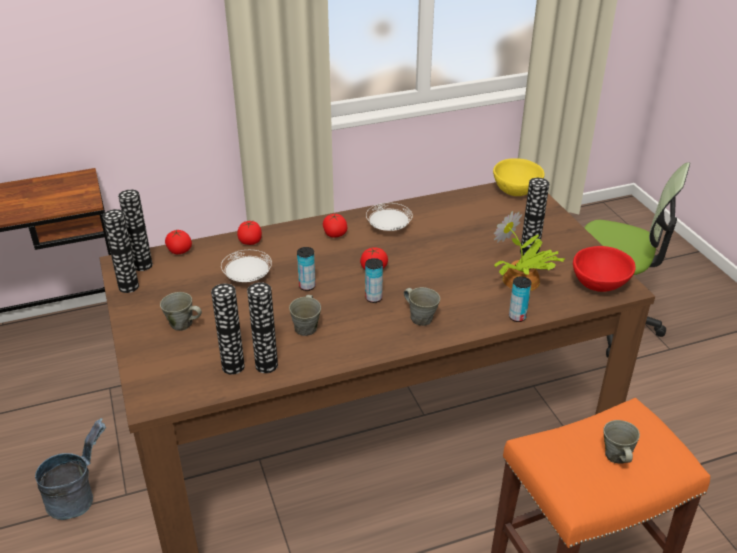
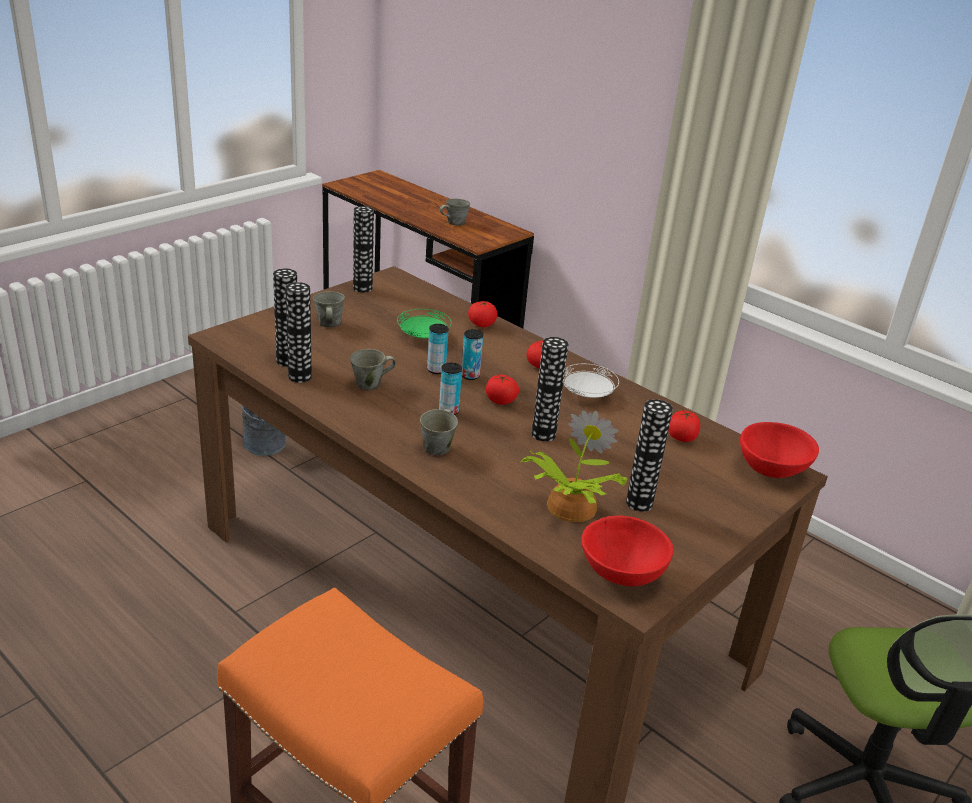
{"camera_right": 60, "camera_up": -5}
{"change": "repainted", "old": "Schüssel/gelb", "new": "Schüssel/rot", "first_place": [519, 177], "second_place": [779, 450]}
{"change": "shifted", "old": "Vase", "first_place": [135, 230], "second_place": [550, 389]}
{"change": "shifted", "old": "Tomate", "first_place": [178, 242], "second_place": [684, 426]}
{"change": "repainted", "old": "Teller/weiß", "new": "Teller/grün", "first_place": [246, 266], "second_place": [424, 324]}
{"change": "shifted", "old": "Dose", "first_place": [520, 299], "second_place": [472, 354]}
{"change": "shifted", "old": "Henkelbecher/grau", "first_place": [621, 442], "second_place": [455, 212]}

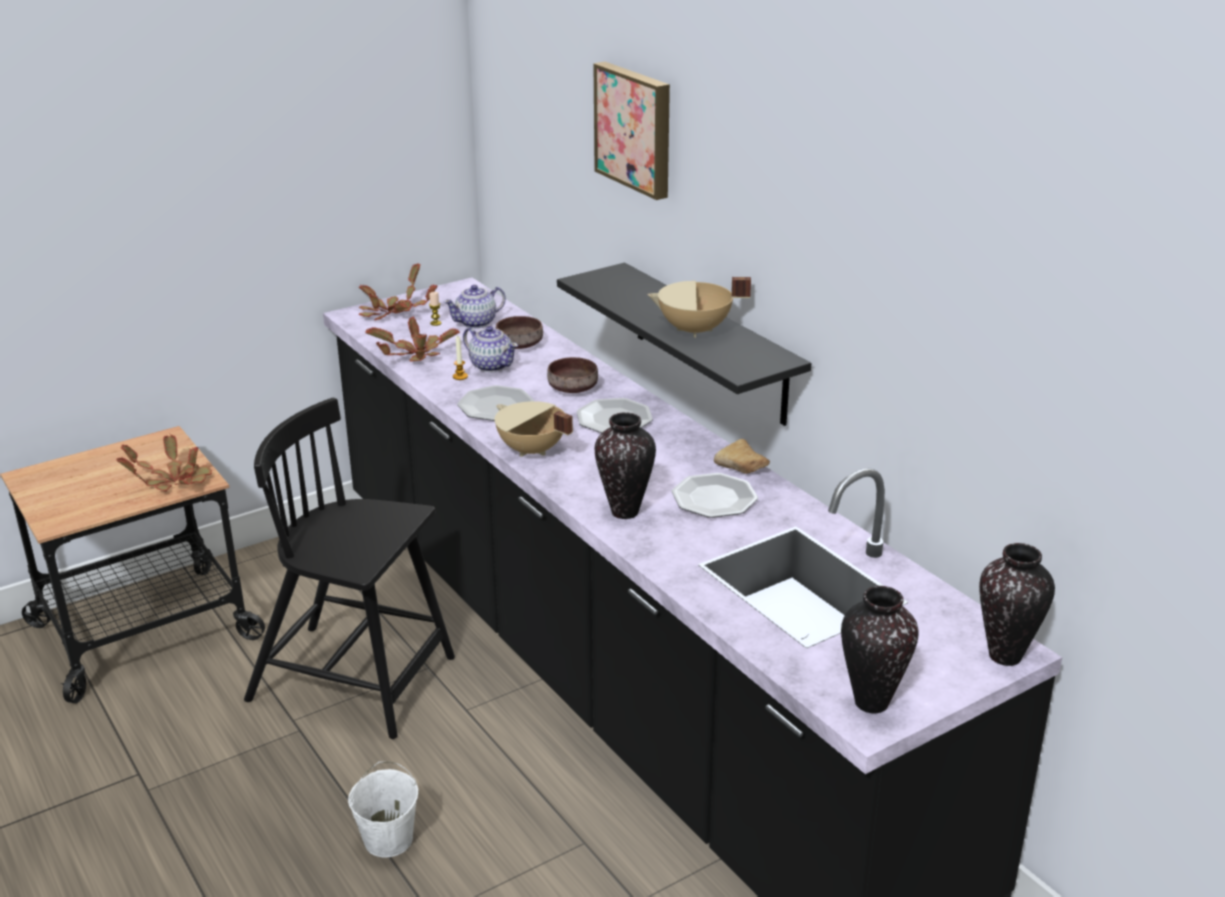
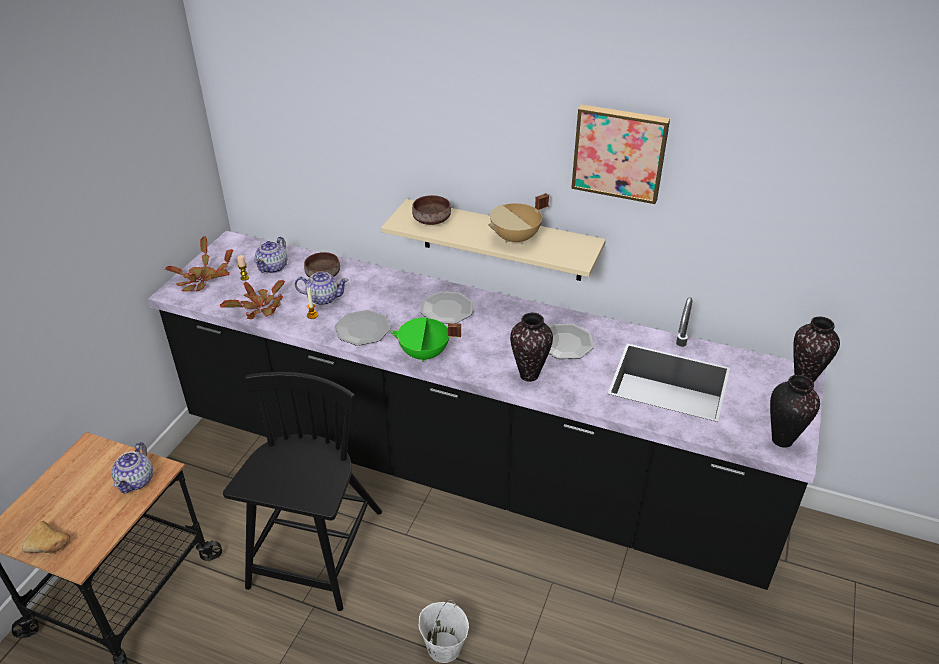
{"camera_right": -35, "camera_up": 10}
{"change": "shifted", "old": "Bild", "first_place": [631, 131], "second_place": [620, 154]}
{"change": "repainted", "old": "Wandregal/schwarz", "new": "Wandregal/beige", "first_place": [684, 344], "second_place": [493, 240]}
{"change": "shifted", "old": "Schüssel/braun", "first_place": [572, 375], "second_place": [431, 210]}
{"change": "rotated", "old": "Stuhl/schwarz", "first_place": [349, 568], "second_place": [302, 491], "degrees": 120}
{"change": "repainted", "old": "Kochtopf/beige", "new": "Kochtopf/grün", "first_place": [534, 429], "second_place": [425, 339]}
{"change": "swapped", "old": "Topfpflanze", "new": "Teekanne", "first_place": [164, 463], "second_place": [132, 468]}
{"change": "shifted", "old": "Brot", "first_place": [742, 456], "second_place": [46, 537]}

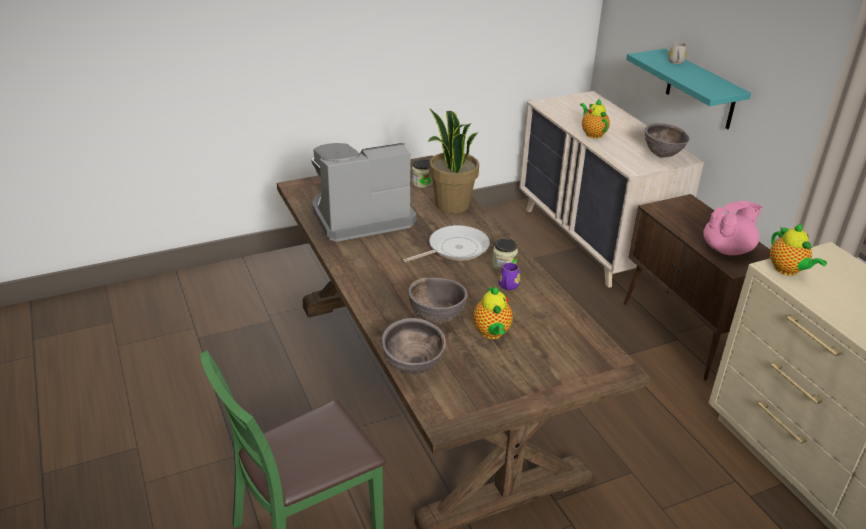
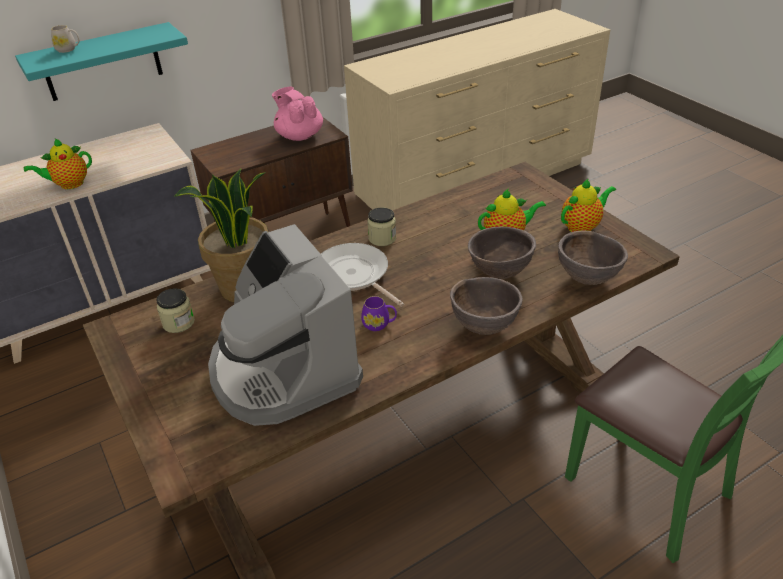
{"camera_right": -95, "camera_up": 5}
{"change": "shifted", "old": "Schüssel/braun", "first_place": [667, 140], "second_place": [486, 306]}
{"change": "shifted", "old": "Teekanne", "first_place": [798, 250], "second_place": [588, 205]}
{"change": "shifted", "old": "Henkelbecher/lila", "first_place": [509, 276], "second_place": [379, 313]}

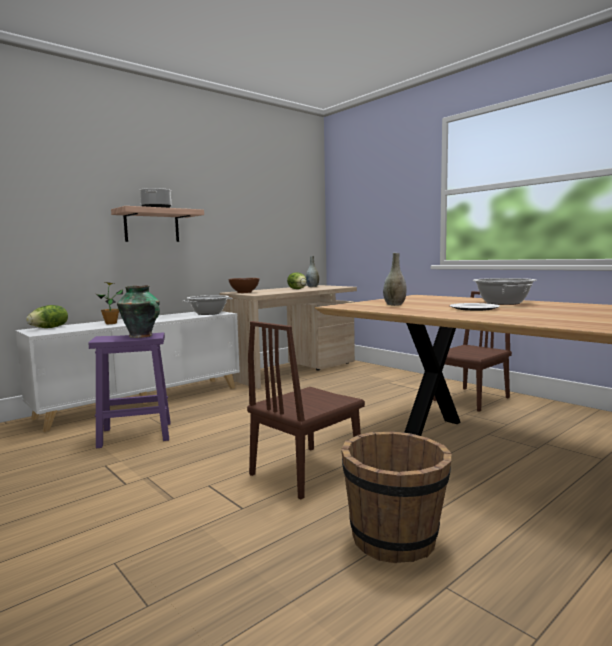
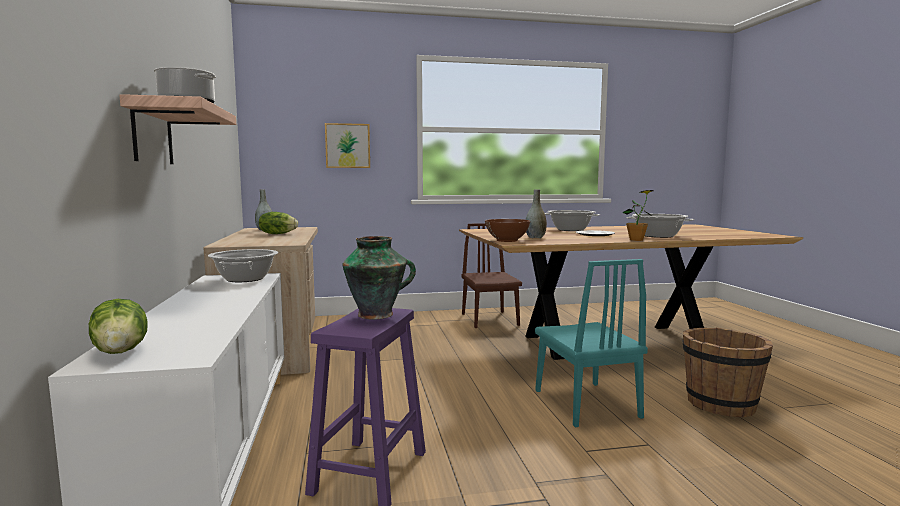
{"camera_right": -60, "camera_up": 0}
{"change": "shifted", "old": "Schüssel/braun", "first_place": [244, 285], "second_place": [507, 230]}
{"change": "shifted", "old": "Topfpflanze", "first_place": [109, 303], "second_place": [638, 215]}
{"change": "repainted", "old": "Stuhl/braun", "new": "Stuhl/türkis", "first_place": [306, 410], "second_place": [591, 343]}
{"change": "new", "new": "Bild", "second_place": [347, 145]}
{"change": "new", "new": "Kochtopf", "second_place": [660, 226]}

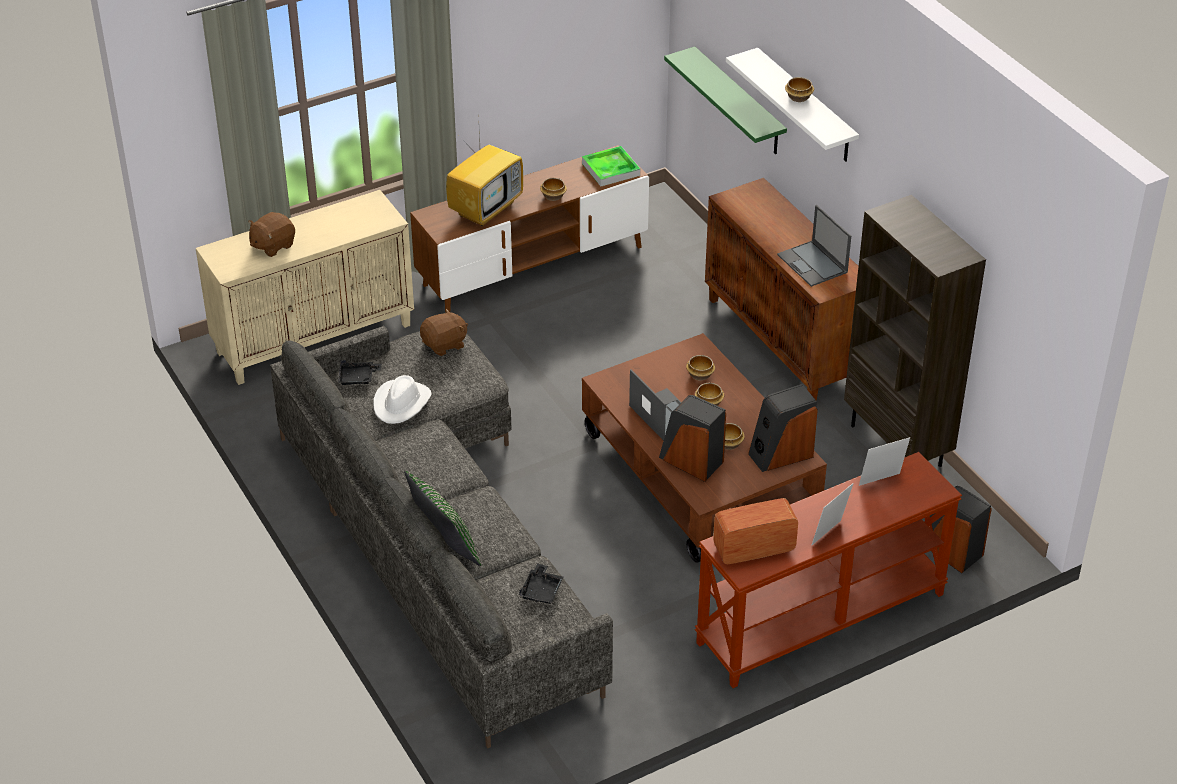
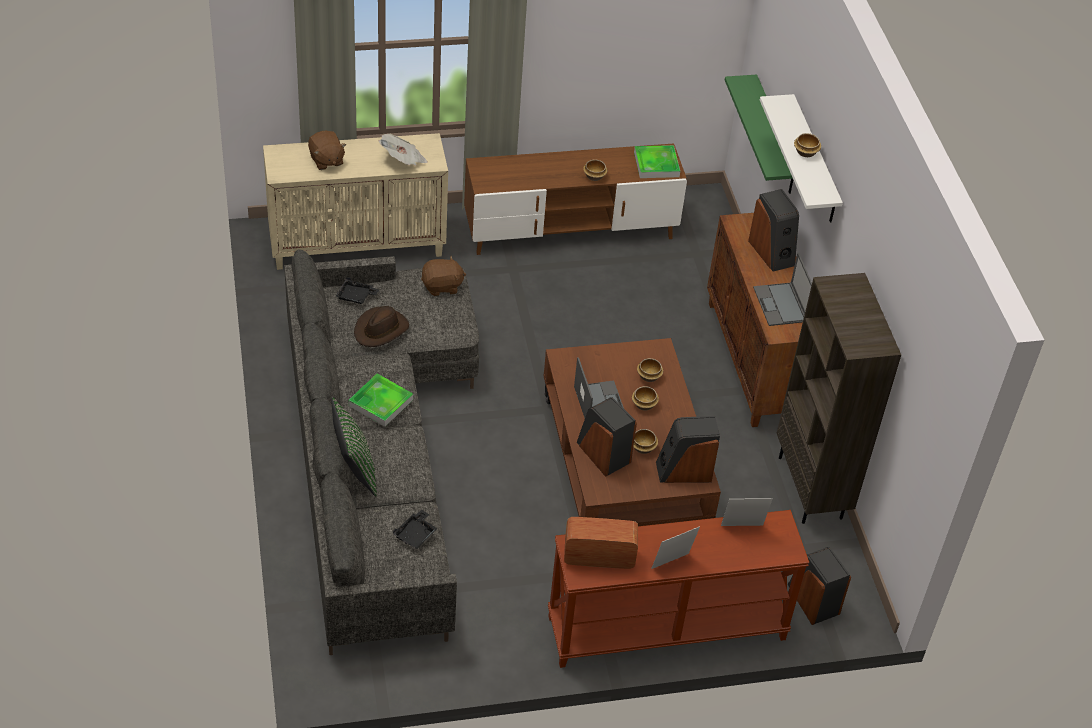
{"camera_right": 15, "camera_up": 5}
{"change": "gone", "old": "Fernseher", "first_place": [484, 169]}
{"change": "rotated", "old": "Plüschtier/braun", "first_place": [271, 234], "second_place": [327, 150], "degrees": -90}
{"change": "repainted", "old": "Hut/weiß", "new": "Hut/braun", "first_place": [402, 399], "second_place": [381, 326]}
{"change": "new", "new": "Zeitung", "second_place": [403, 149]}
{"change": "new", "new": "Lautsprecher", "second_place": [773, 230]}
{"change": "new", "new": "Tablett", "second_place": [381, 400]}

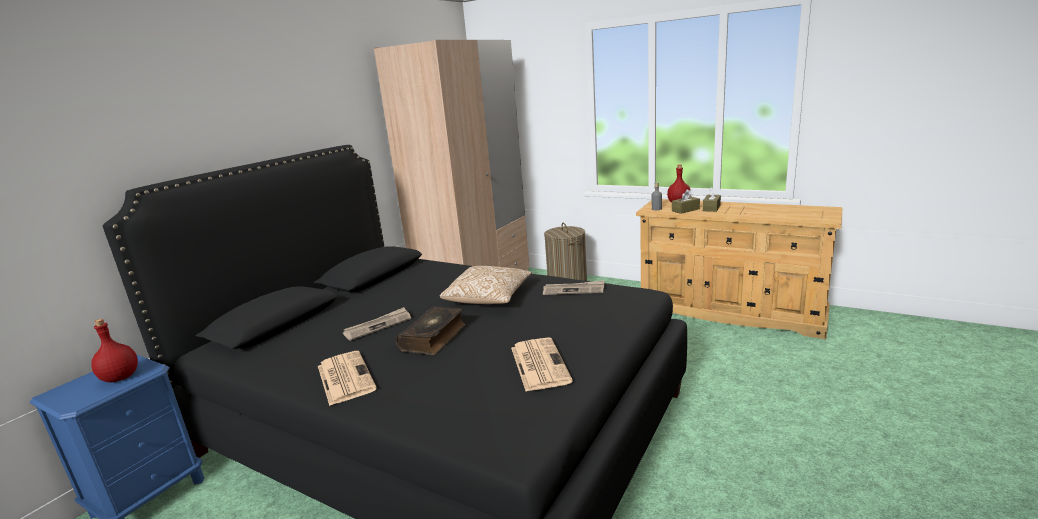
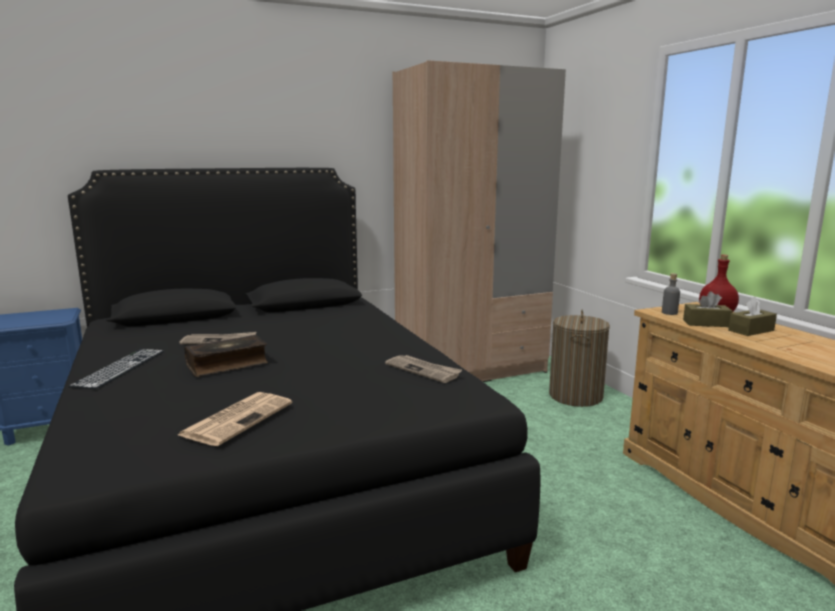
{"camera_right": 35, "camera_up": -5}
{"change": "gone", "old": "Kissen", "first_place": [486, 285]}
{"change": "gone", "old": "Flasche/rot", "first_place": [114, 351]}
{"change": "swapped", "old": "Zeitung", "new": "Tastatur", "first_place": [347, 378], "second_place": [116, 369]}

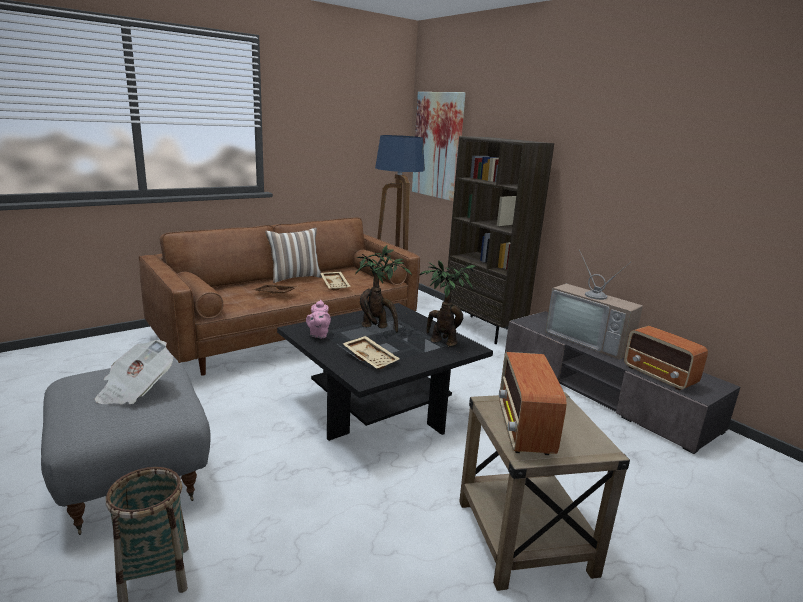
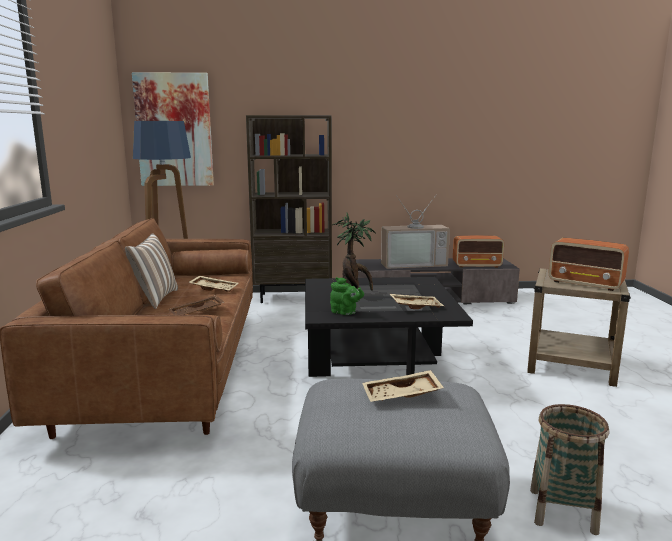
{"camera_right": -55, "camera_up": -5}
{"change": "gone", "old": "Topfpflanze", "first_place": [447, 303]}
{"change": "repainted", "old": "Teekanne/rosa", "new": "Teekanne/grün", "first_place": [318, 319], "second_place": [347, 296]}
{"change": "swapped", "old": "Zeitung", "new": "Tablett/beige", "first_place": [134, 372], "second_place": [403, 386]}

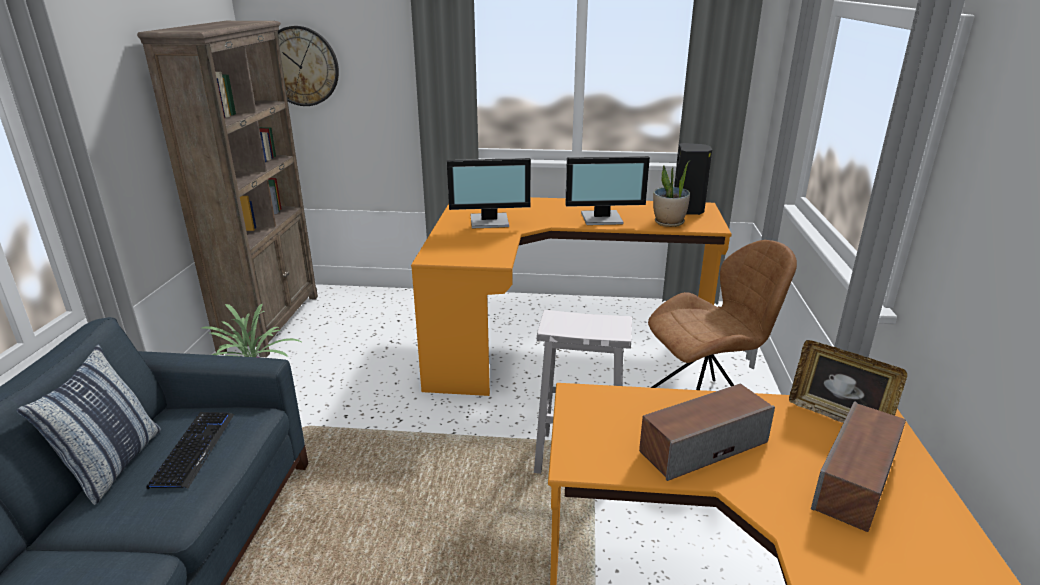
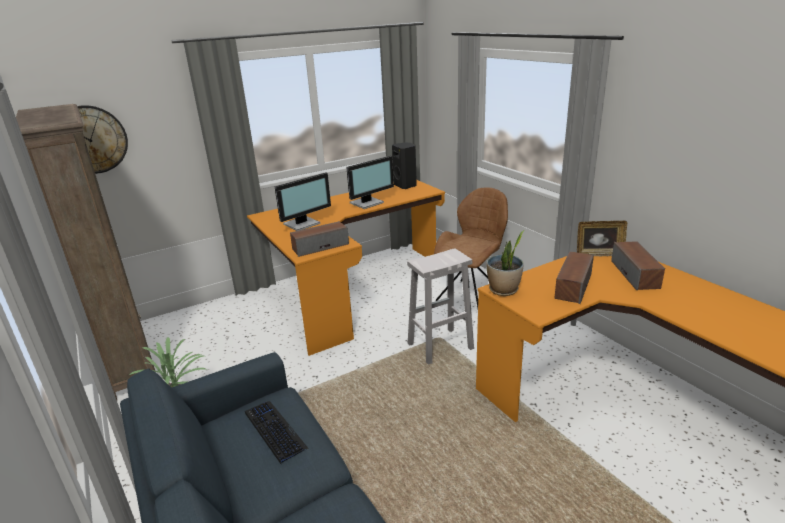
{"camera_right": -35, "camera_up": 0}
{"change": "shifted", "old": "Topfpflanze", "first_place": [671, 194], "second_place": [505, 263]}
{"change": "gone", "old": "Kissen", "first_place": [88, 424]}
{"change": "new", "new": "Lautsprecher", "second_place": [319, 239]}

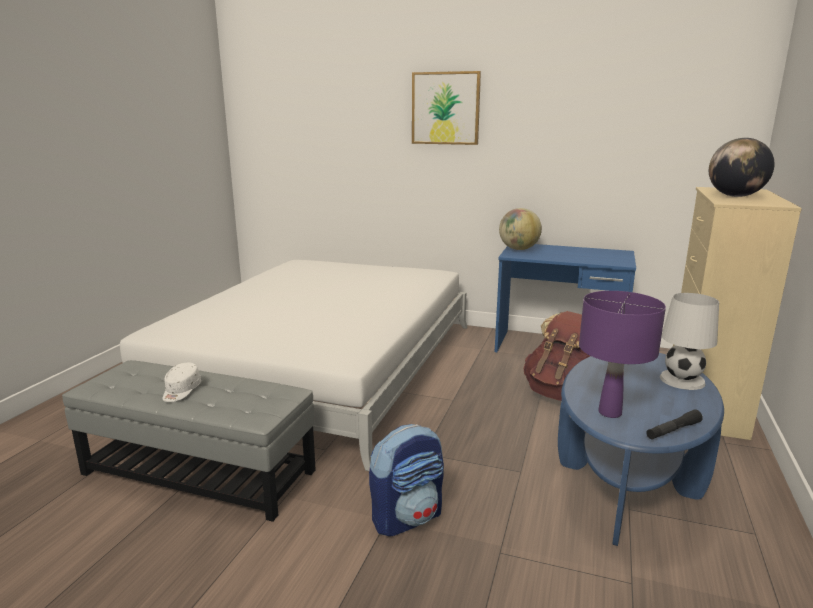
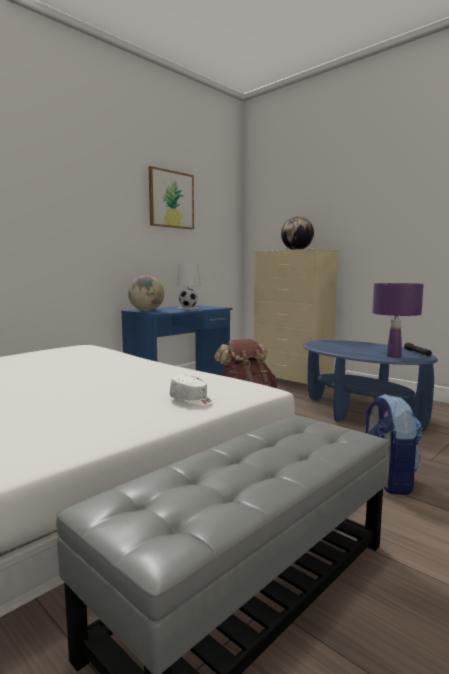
{"camera_right": -65, "camera_up": -10}
{"change": "shifted", "old": "Bild", "first_place": [446, 108], "second_place": [171, 198]}
{"change": "shifted", "old": "Tischlampe/weiß", "first_place": [689, 341], "second_place": [188, 287]}
{"change": "shifted", "old": "Kappe/weiß", "first_place": [182, 382], "second_place": [192, 390]}

